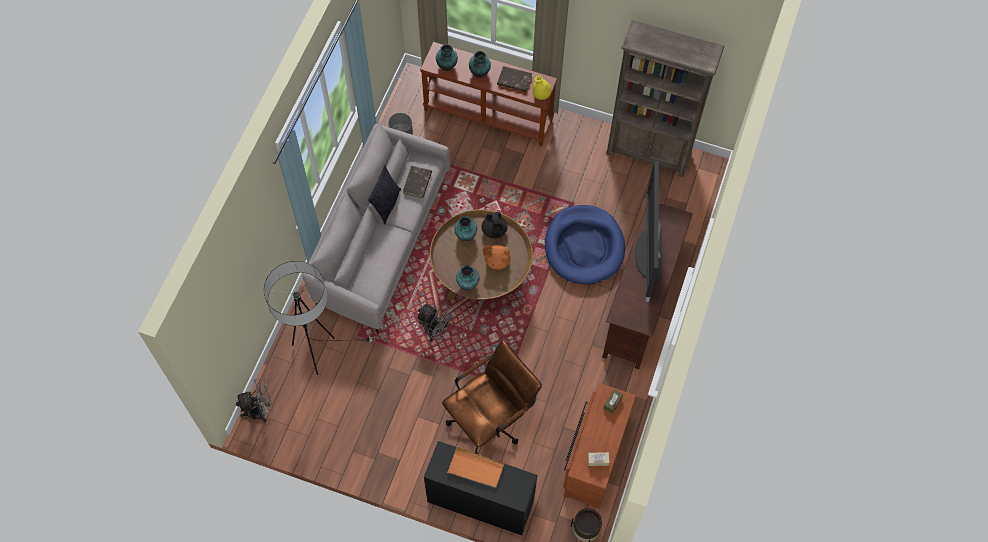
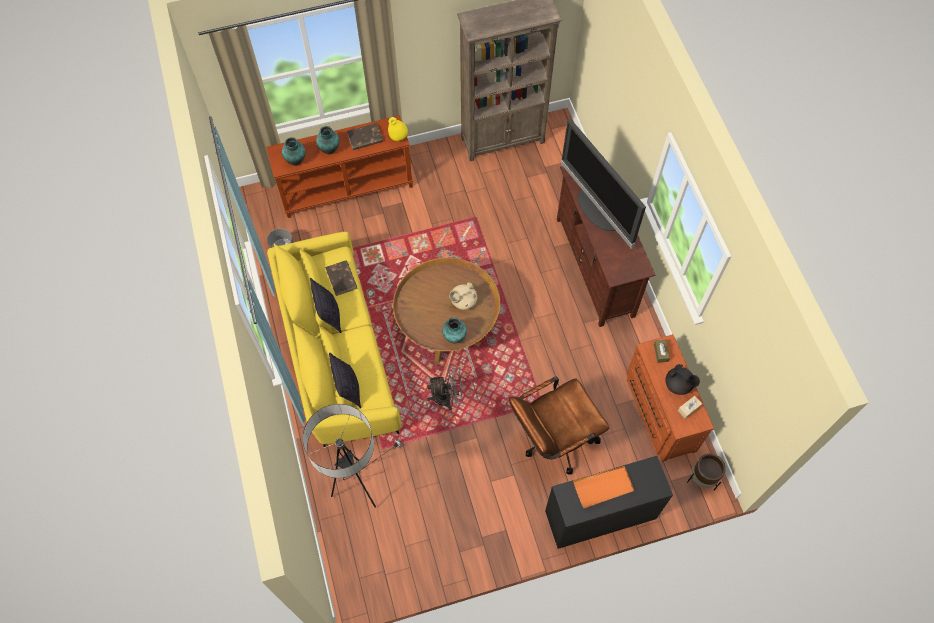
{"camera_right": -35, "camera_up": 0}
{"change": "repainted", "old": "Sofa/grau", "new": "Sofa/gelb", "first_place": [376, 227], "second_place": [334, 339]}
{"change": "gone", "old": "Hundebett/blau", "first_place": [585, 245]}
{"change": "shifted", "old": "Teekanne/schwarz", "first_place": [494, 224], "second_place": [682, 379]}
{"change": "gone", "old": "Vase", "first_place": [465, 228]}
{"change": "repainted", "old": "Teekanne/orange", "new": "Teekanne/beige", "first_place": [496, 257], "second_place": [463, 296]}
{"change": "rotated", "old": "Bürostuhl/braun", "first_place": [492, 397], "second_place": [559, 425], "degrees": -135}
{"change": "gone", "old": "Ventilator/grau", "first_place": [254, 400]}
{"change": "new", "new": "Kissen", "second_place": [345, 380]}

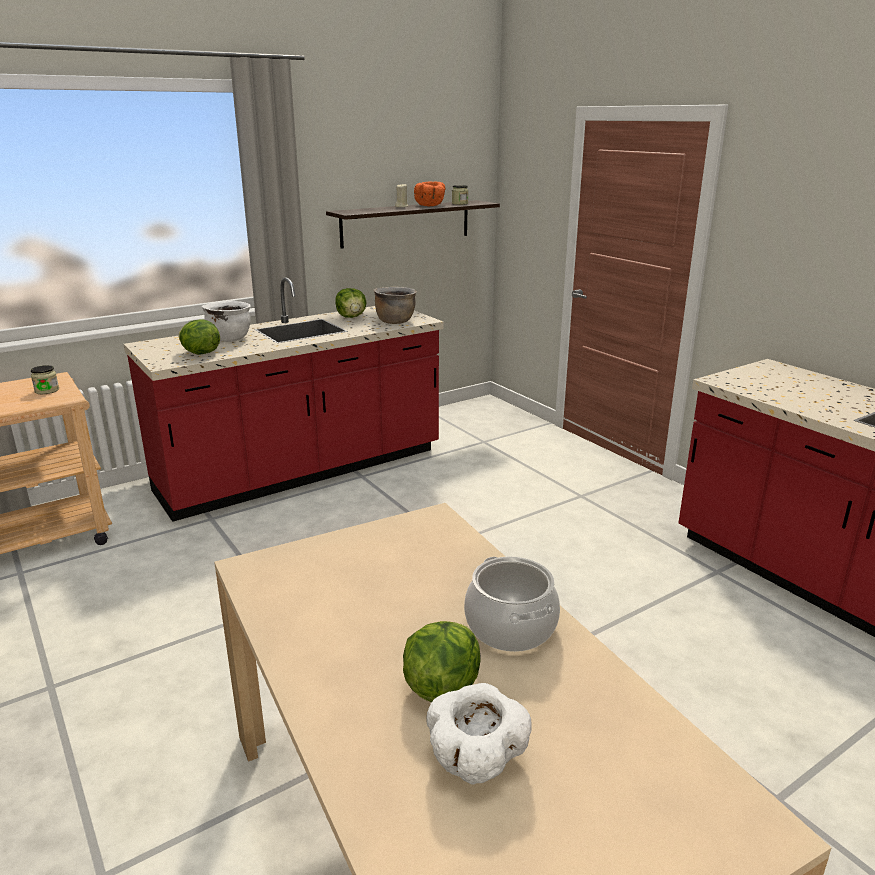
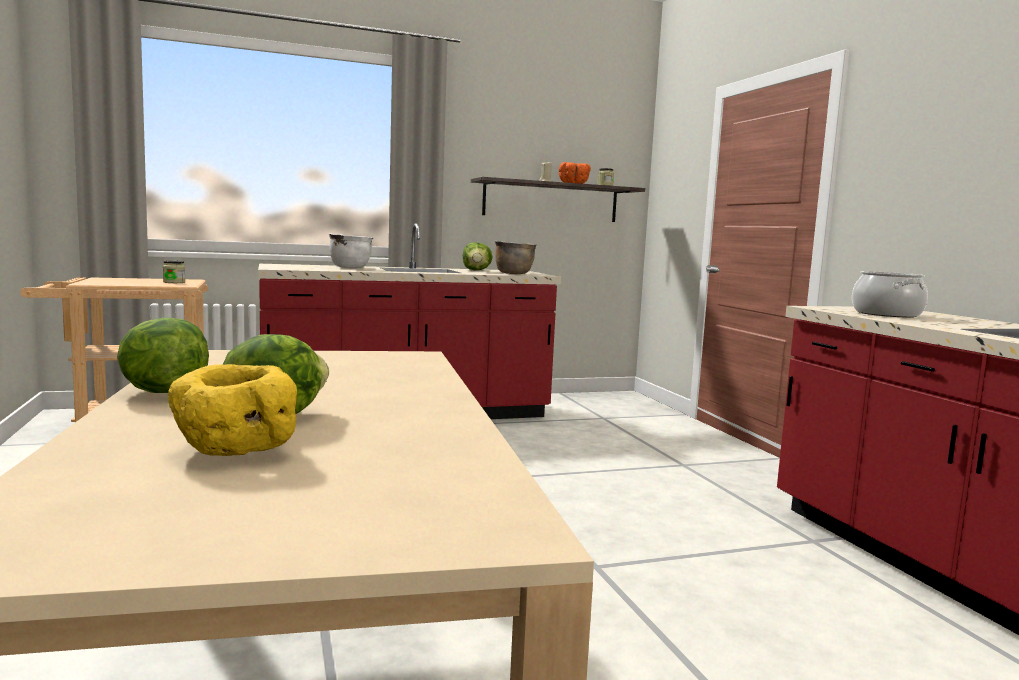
{"camera_right": 15, "camera_up": -15}
{"change": "shifted", "old": "Salatkopf", "first_place": [199, 337], "second_place": [163, 355]}
{"change": "shifted", "old": "Kochtopf", "first_place": [512, 604], "second_place": [890, 294]}
{"change": "repainted", "old": "Schüssel/weiß", "new": "Schüssel/gelb", "first_place": [479, 733], "second_place": [232, 410]}

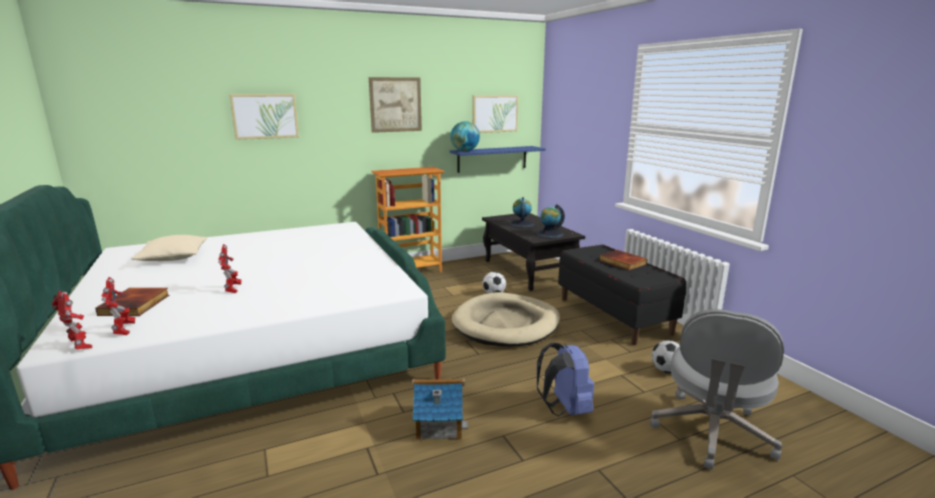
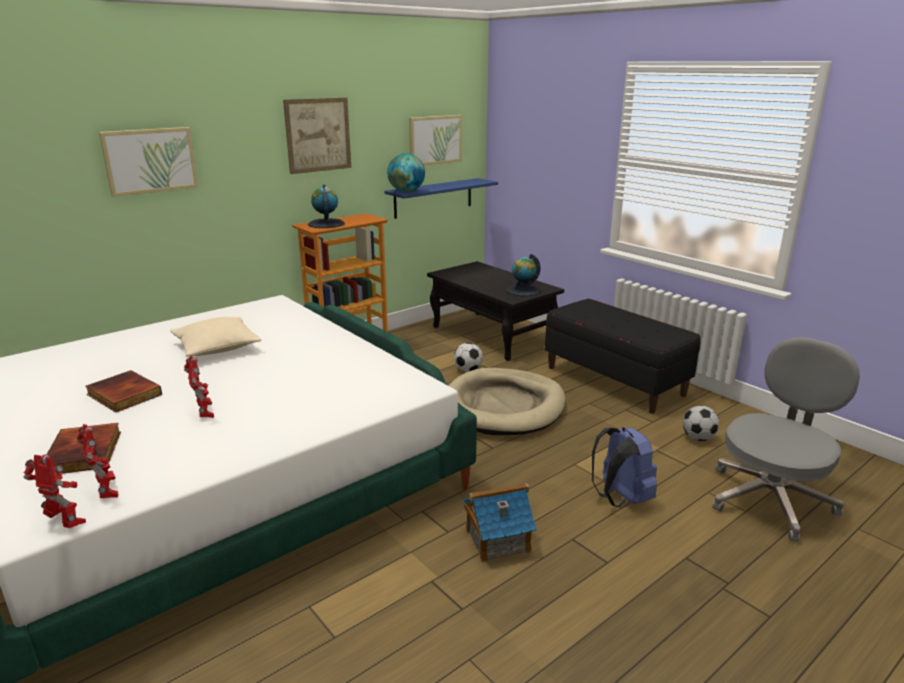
{"camera_right": -15, "camera_up": 5}
{"change": "shifted", "old": "Globus", "first_place": [522, 212], "second_place": [326, 206]}
{"change": "shifted", "old": "Kissen/beige", "first_place": [169, 248], "second_place": [216, 336]}
{"change": "shifted", "old": "Buch", "first_place": [623, 260], "second_place": [123, 391]}
{"change": "rotated", "old": "Bürostuhl/grau", "first_place": [717, 389], "second_place": [786, 439], "degrees": -150}

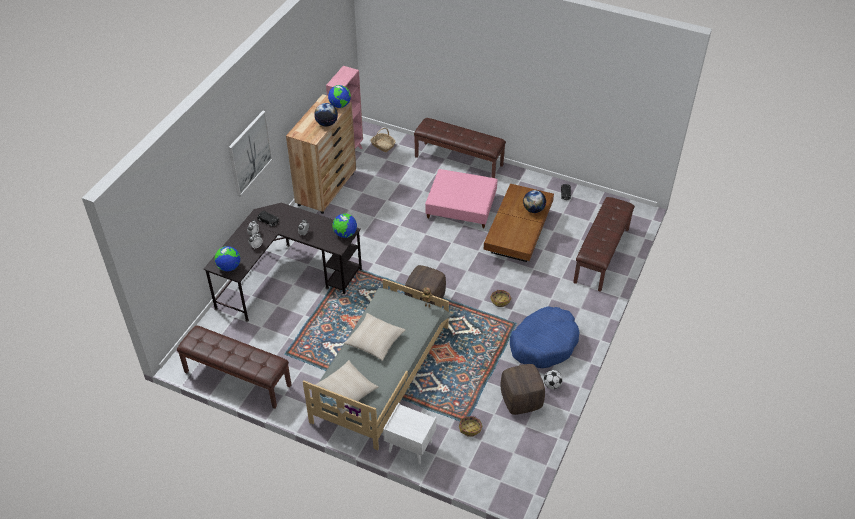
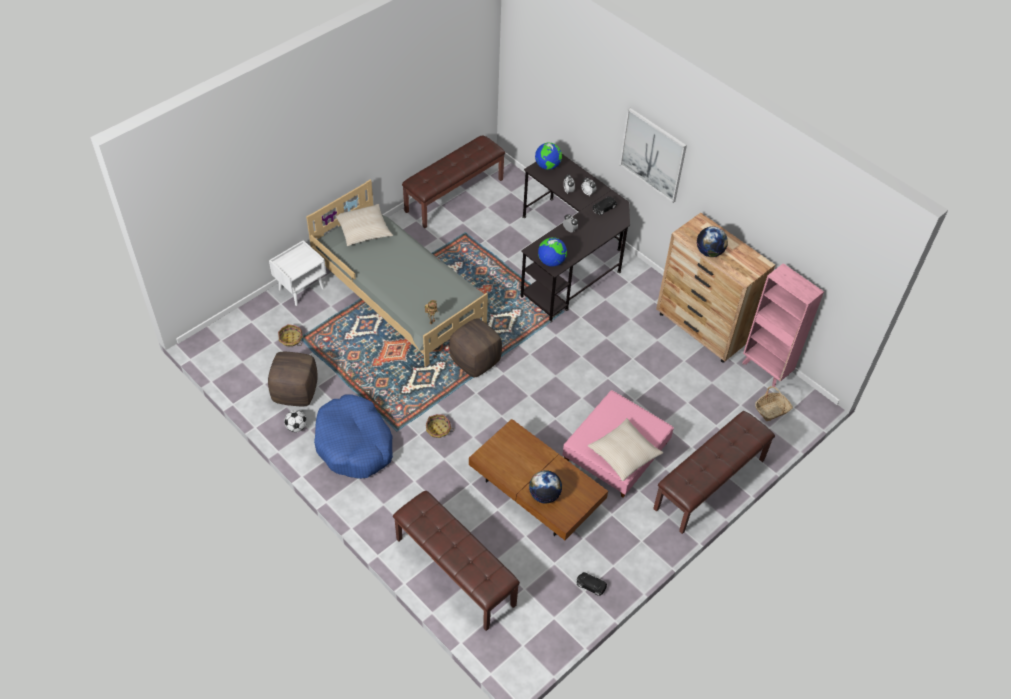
{"camera_right": 110, "camera_up": 5}
{"change": "gone", "old": "Globus", "first_place": [339, 96]}
{"change": "shifted", "old": "Kissen/beige", "first_place": [374, 337], "second_place": [625, 449]}

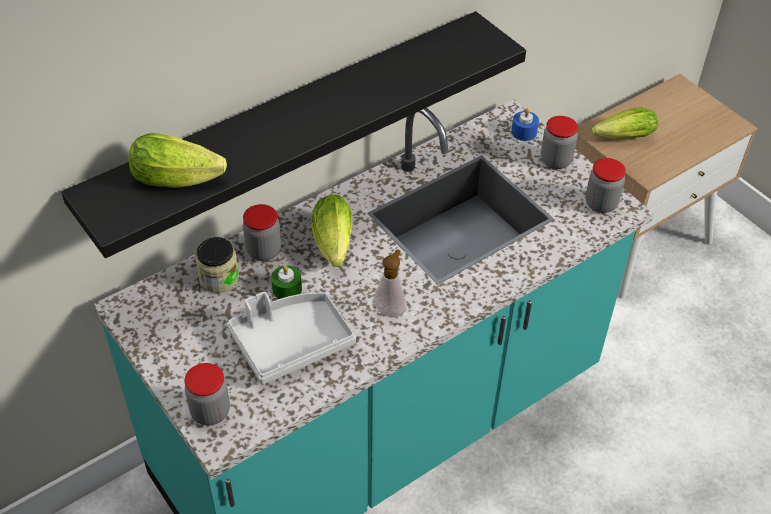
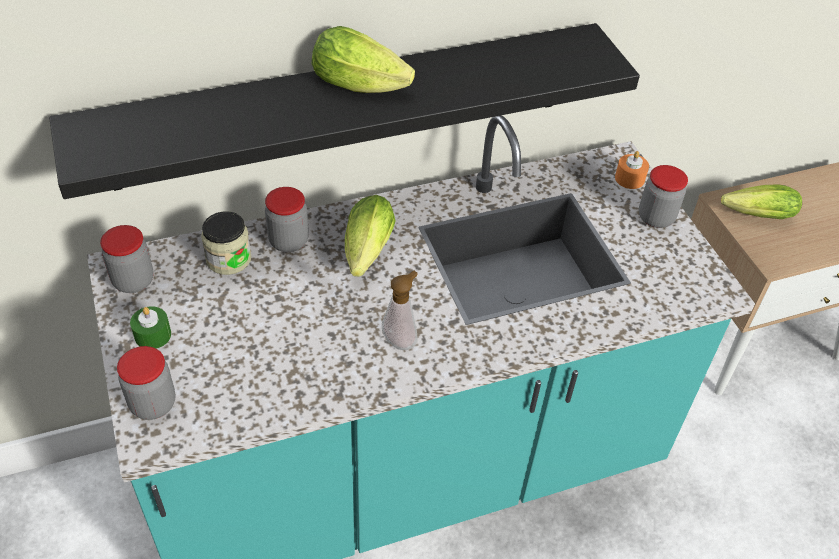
{"camera_right": 15, "camera_up": 0}
{"change": "repainted", "old": "Kerze/blau", "new": "Kerze/orange", "first_place": [525, 124], "second_place": [632, 170]}
{"change": "shifted", "old": "Salatkopf", "first_place": [178, 160], "second_place": [363, 59]}
{"change": "shifted", "old": "Vorratsglas", "first_place": [606, 185], "second_place": [127, 259]}
{"change": "shifted", "old": "Kerze/grün", "first_place": [286, 282], "second_place": [150, 327]}
{"change": "gone", "old": "Tablett/grau", "first_place": [291, 338]}

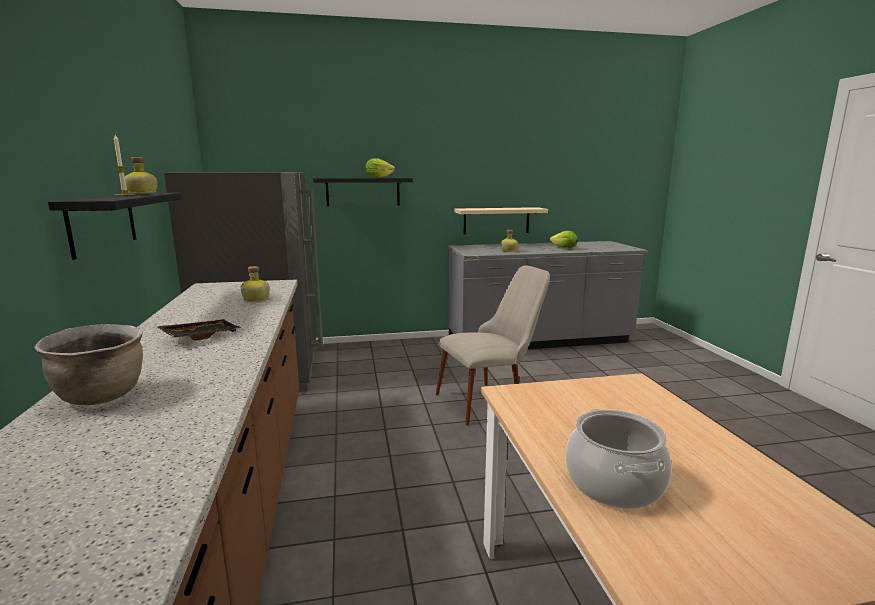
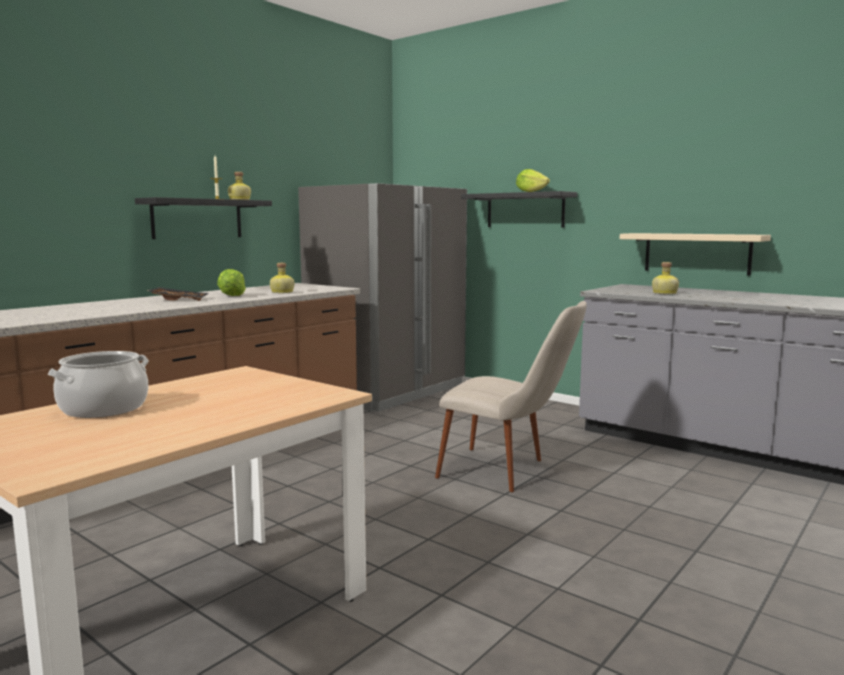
{"camera_right": 50, "camera_up": -5}
{"change": "shifted", "old": "Salatkopf", "first_place": [564, 239], "second_place": [231, 282]}
{"change": "gone", "old": "Kochtopf/braun", "first_place": [88, 364]}

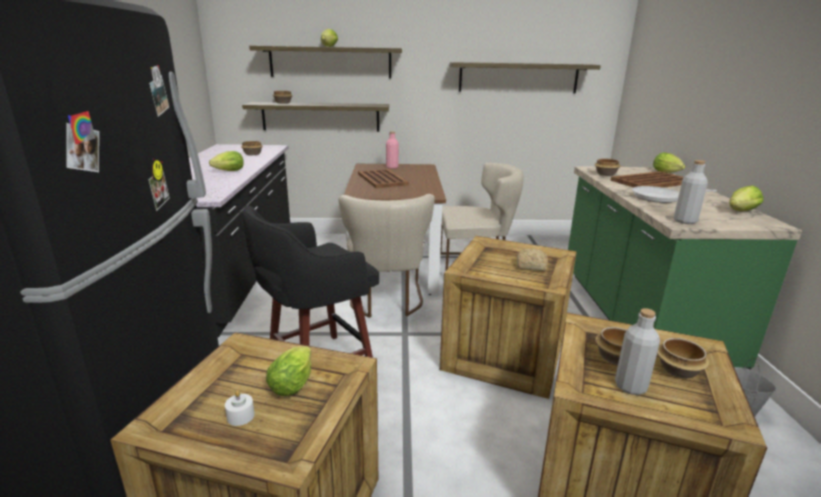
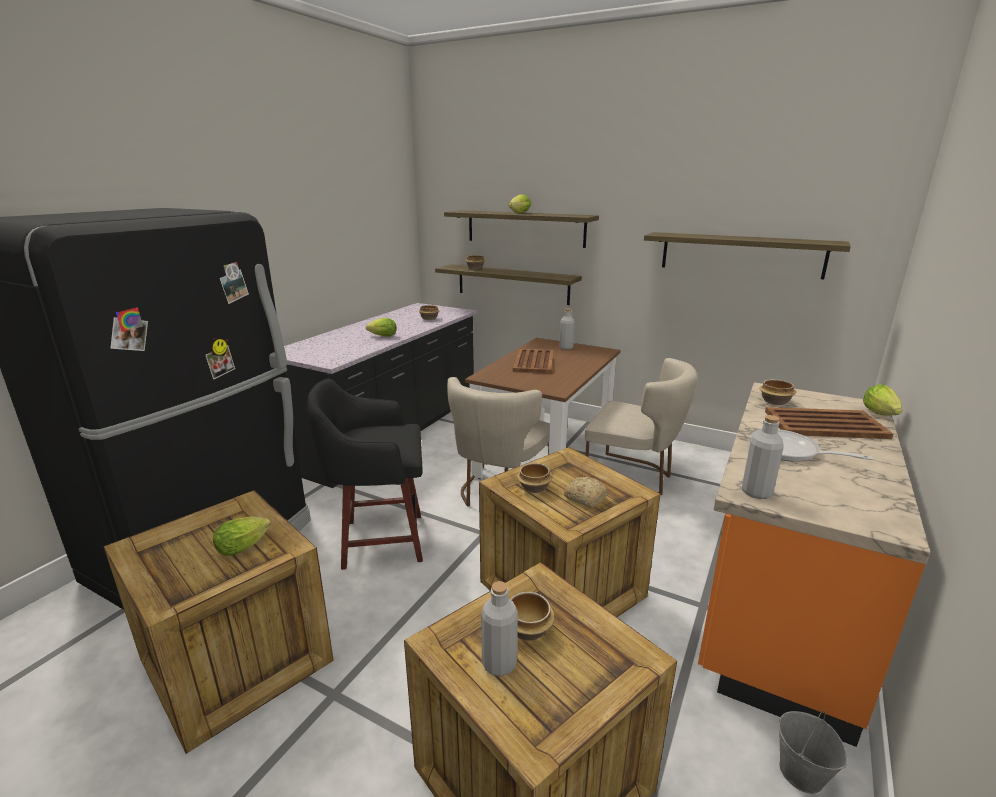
{"camera_right": 30, "camera_up": 0}
{"change": "repainted", "old": "Flasche/rosa", "new": "Flasche/grau", "first_place": [392, 150], "second_place": [567, 329]}
{"change": "repainted", "old": "Küchenzeile/grün", "new": "Küchenzeile/orange", "first_place": [685, 268], "second_place": [814, 564]}
{"change": "gone", "old": "Salatkopf", "first_place": [746, 198]}
{"change": "shifted", "old": "Schüssel", "first_place": [683, 358], "second_place": [535, 478]}
{"change": "gone", "old": "Kerze/weiß", "first_place": [240, 408]}

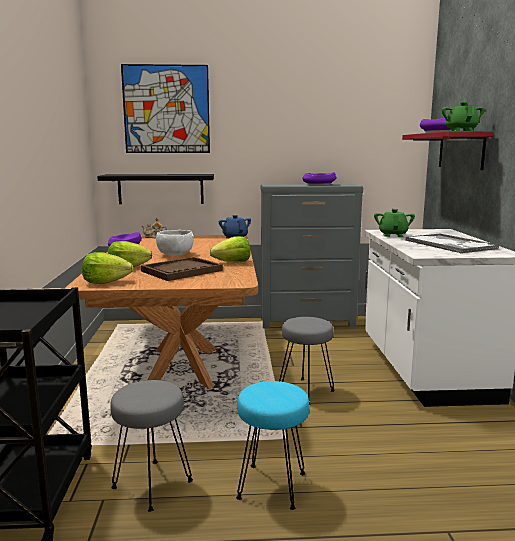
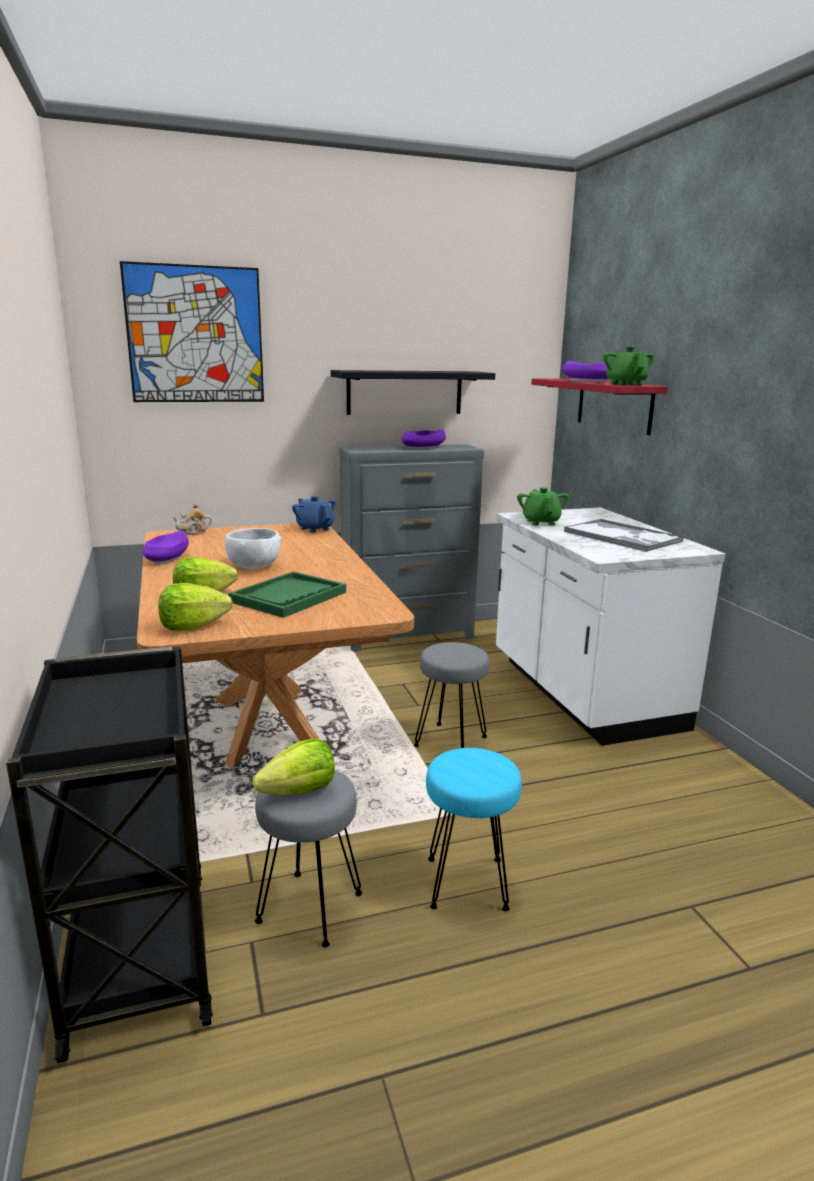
{"camera_right": -15, "camera_up": 5}
{"change": "shifted", "old": "Wandregal/schwarz", "first_place": [155, 189], "second_place": [413, 392]}
{"change": "shifted", "old": "Salatkopf", "first_place": [230, 249], "second_place": [294, 767]}
{"change": "repainted", "old": "Tablett/braun", "new": "Tablett/grün", "first_place": [182, 269], "second_place": [287, 594]}

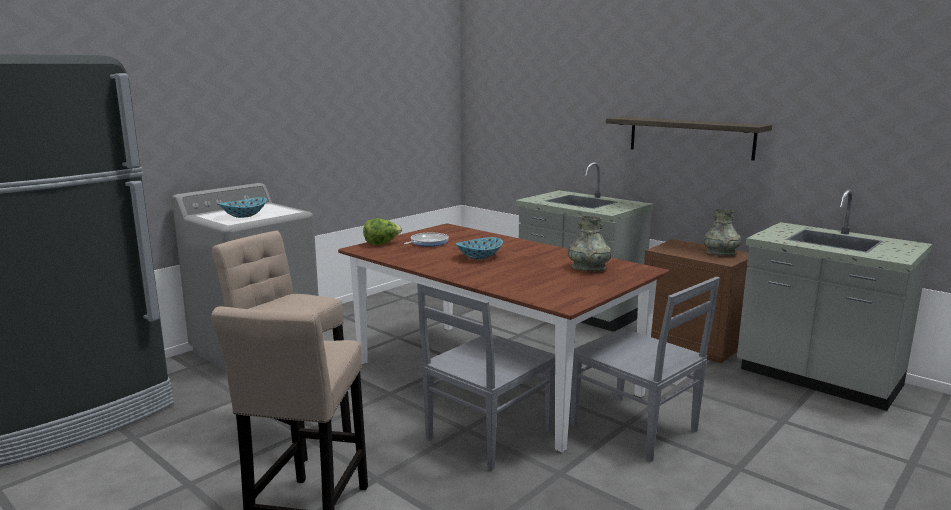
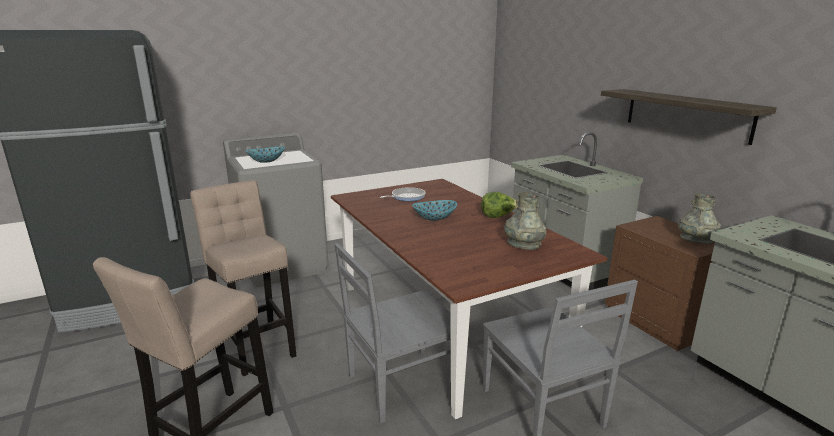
{"camera_right": 20, "camera_up": 5}
{"change": "shifted", "old": "Salatkopf", "first_place": [382, 231], "second_place": [499, 205]}

